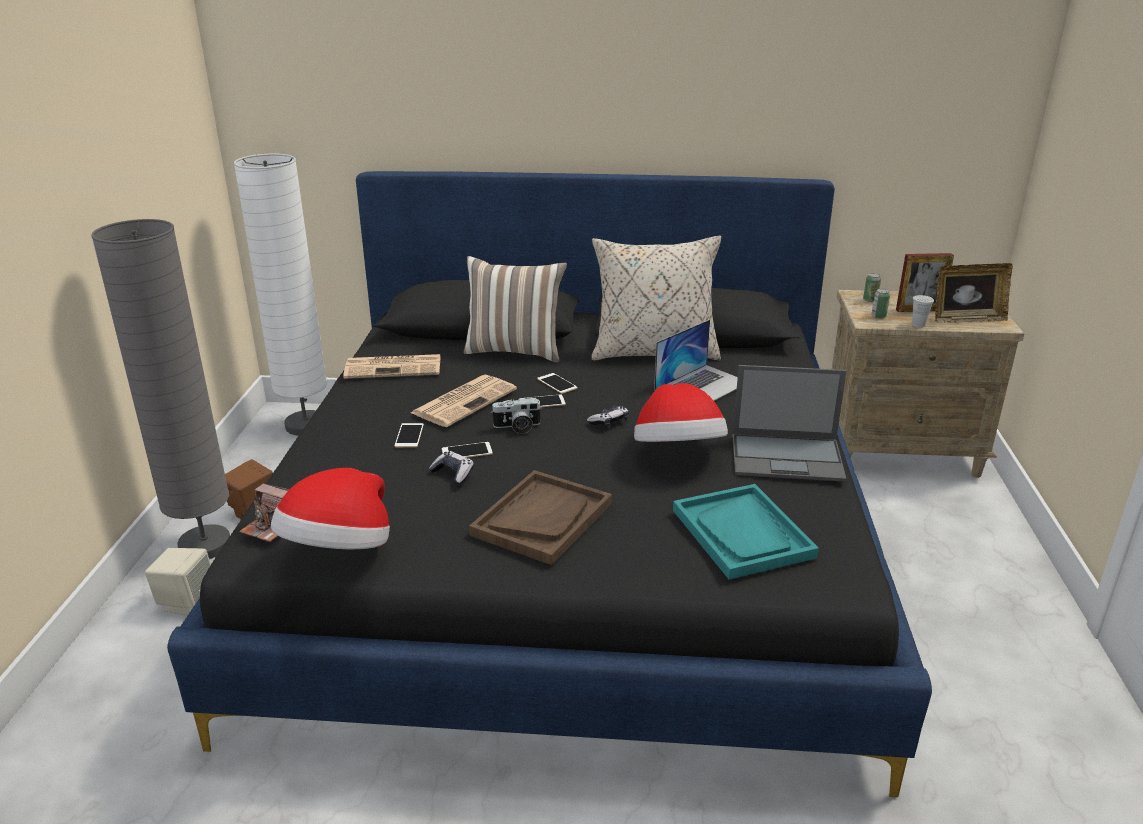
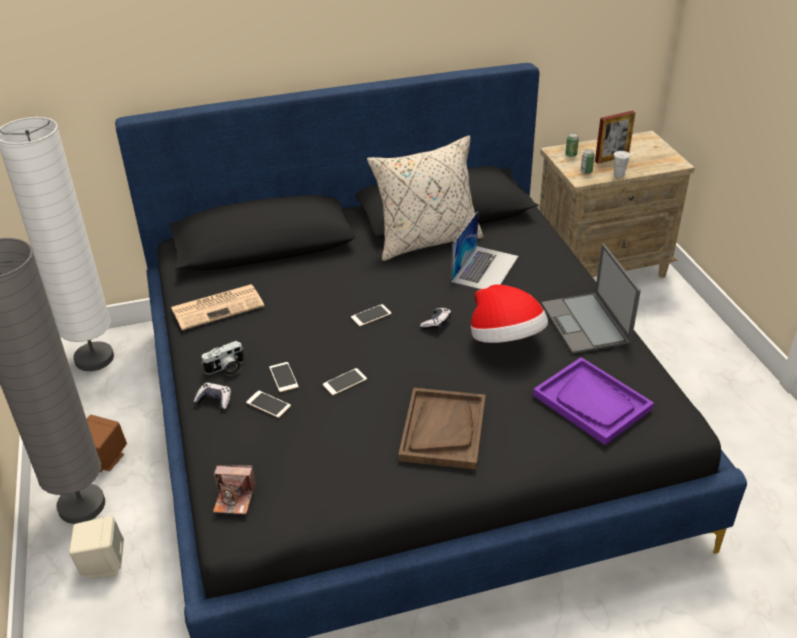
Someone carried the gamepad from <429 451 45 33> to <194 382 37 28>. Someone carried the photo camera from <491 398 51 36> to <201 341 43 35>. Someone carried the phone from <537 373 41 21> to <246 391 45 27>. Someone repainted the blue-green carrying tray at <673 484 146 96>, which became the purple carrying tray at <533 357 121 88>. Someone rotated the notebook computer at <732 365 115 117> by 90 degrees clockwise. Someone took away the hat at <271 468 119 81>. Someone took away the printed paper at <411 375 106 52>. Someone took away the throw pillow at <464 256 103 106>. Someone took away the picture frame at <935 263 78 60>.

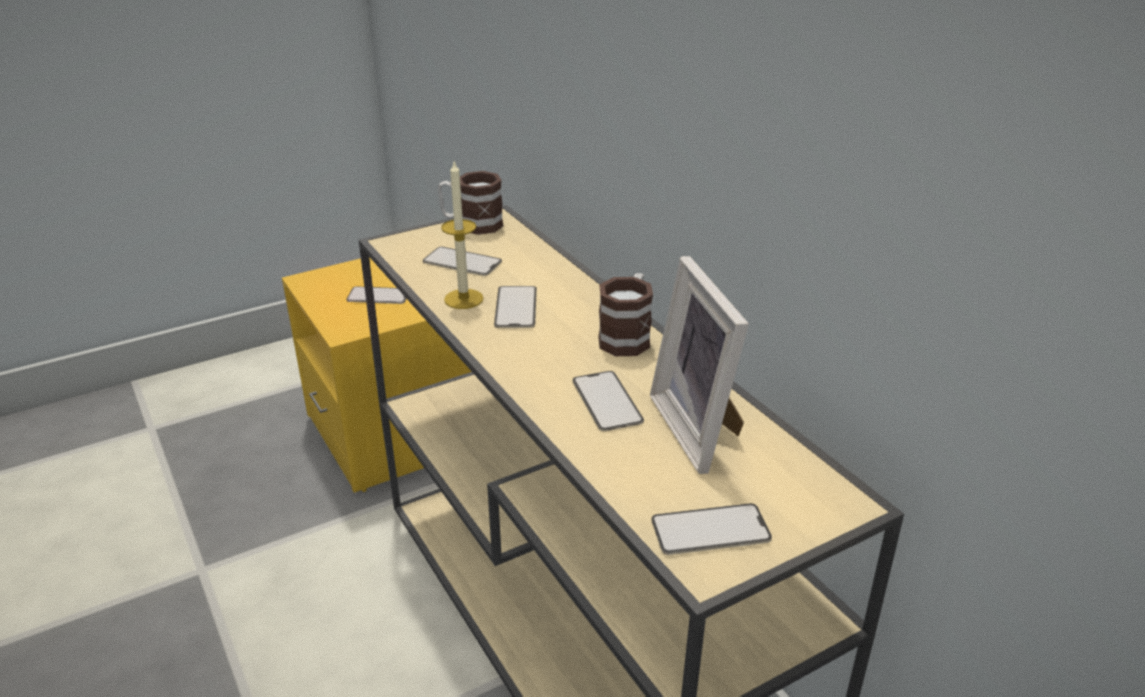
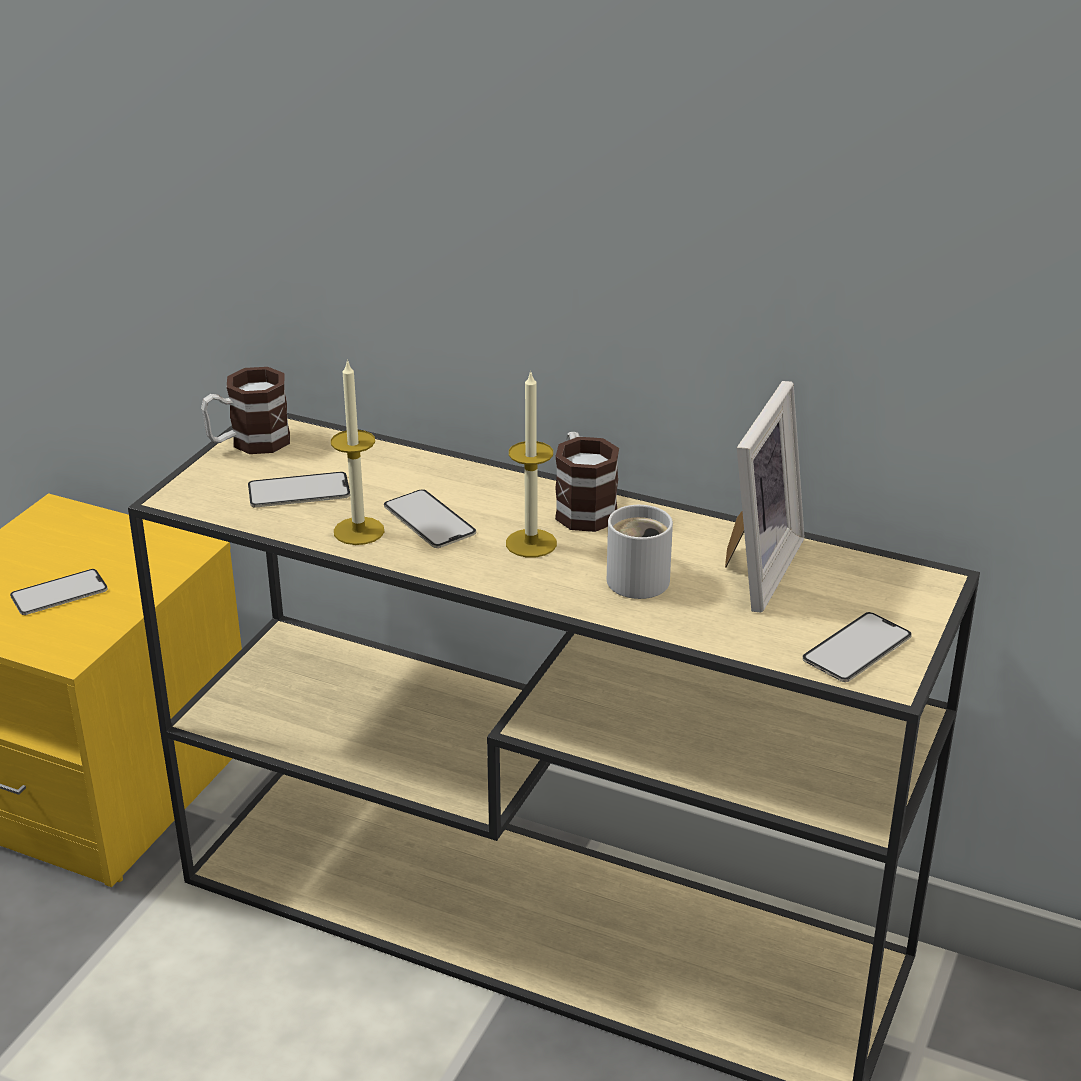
Someone put down the candle at <506 371 51 186>. Someone swapped the phone at <572 371 72 60> for the whitish mug at <607 505 66 94>. Someone rotated the picture frame at <650 256 99 218> by 105 degrees counterclockwise.

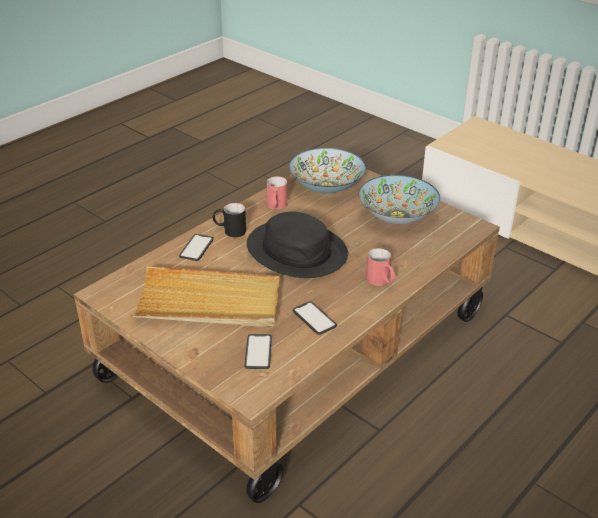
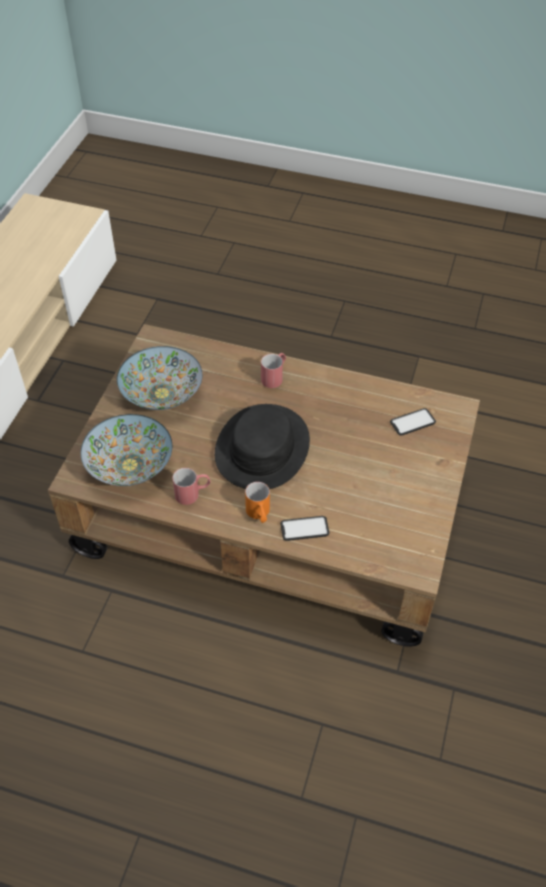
Someone repainted the blackish mug at <213 203 33 34>, which became the orange-coloured mug at <245 482 25 41>. Someone took away the sand-coloured carrying tray at <130 266 150 61>. Someone took away the phone at <293 301 44 34>.

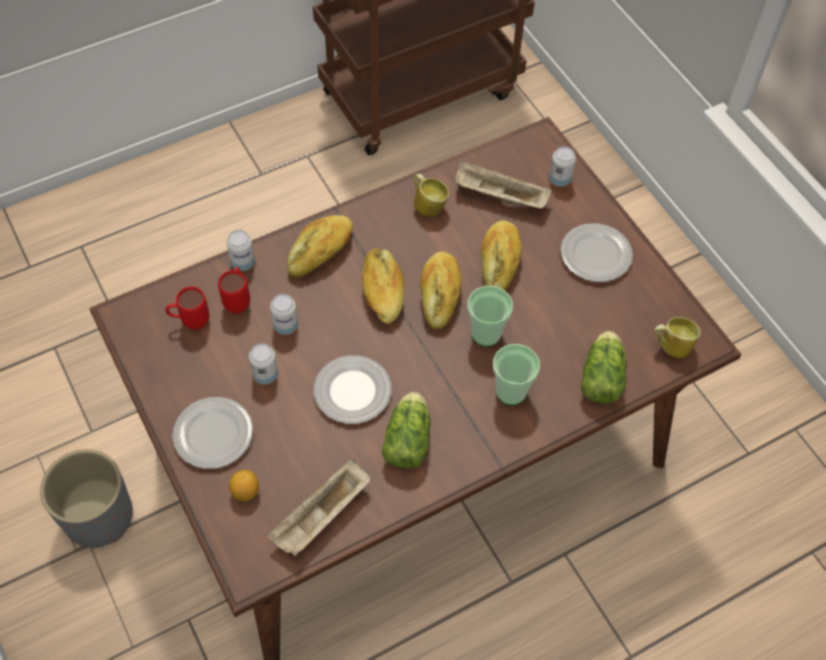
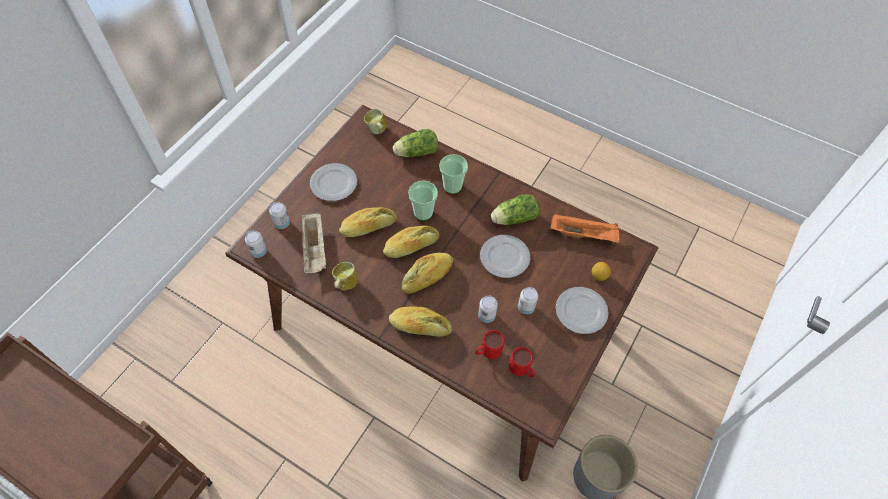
Someone carried the metal can from <227 230 28 41> to <245 230 22 28>. Someone repainted the sand-coloured carrying tray at <268 459 103 97>, which became the orange-coloured carrying tray at <551 214 68 29>.

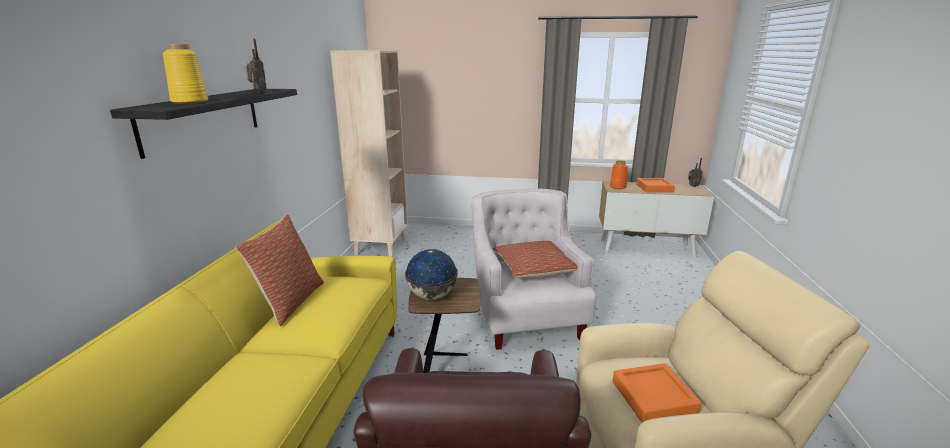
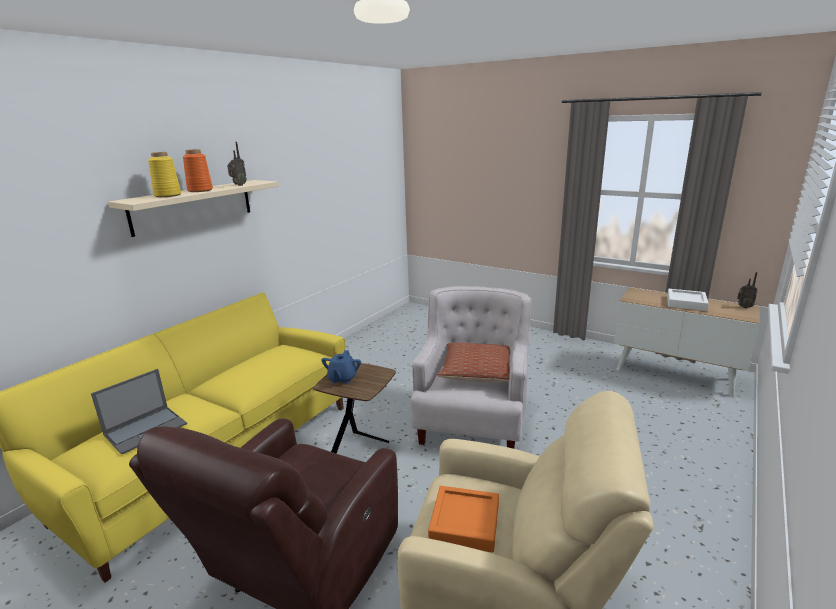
Someone put down the notebook computer at <91 369 96 85>. Someone repainted the blackish shelf at <110 89 187 70>, which became the sand-coloured shelf at <108 180 171 57>. Someone carried the orange-coloured vase from <610 160 18 29> to <183 149 30 43>. Someone swapped the world globe at <405 249 53 51> for the bluish tea pot at <321 350 40 34>. Someone repainted the orange-coloured carrying tray at <636 178 39 14>, which became the whitish carrying tray at <667 289 42 22>. Someone took away the throw pillow at <235 214 89 112>. Someone took away the sand-coloured bookcase at <330 50 77 207>.

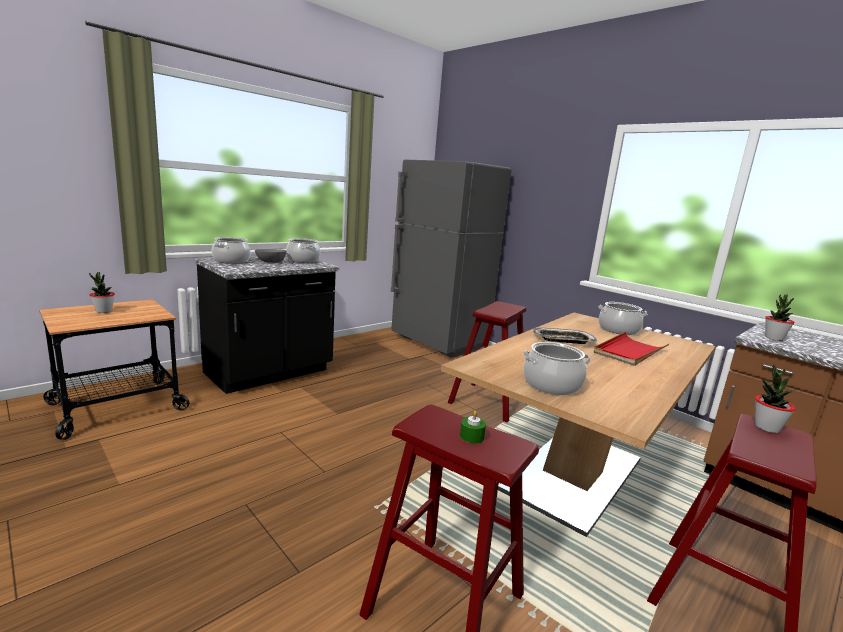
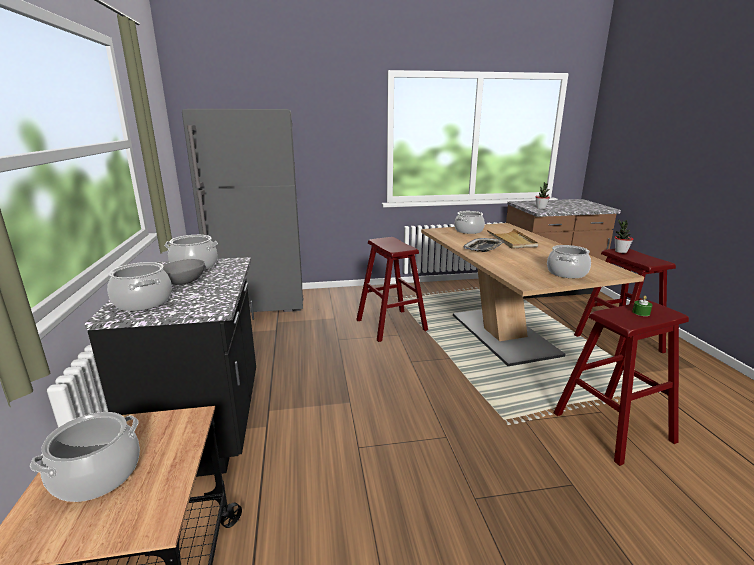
Someone swapped the potted plant at <89 272 26 41> for the saucepot at <30 412 110 90>. Someone repainted the reddish carrying tray at <594 332 75 34>, which became the sand-coloured carrying tray at <487 229 51 20>.

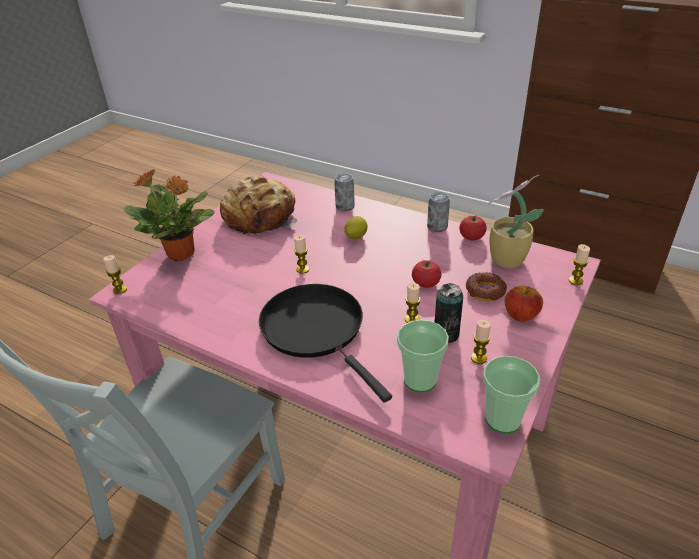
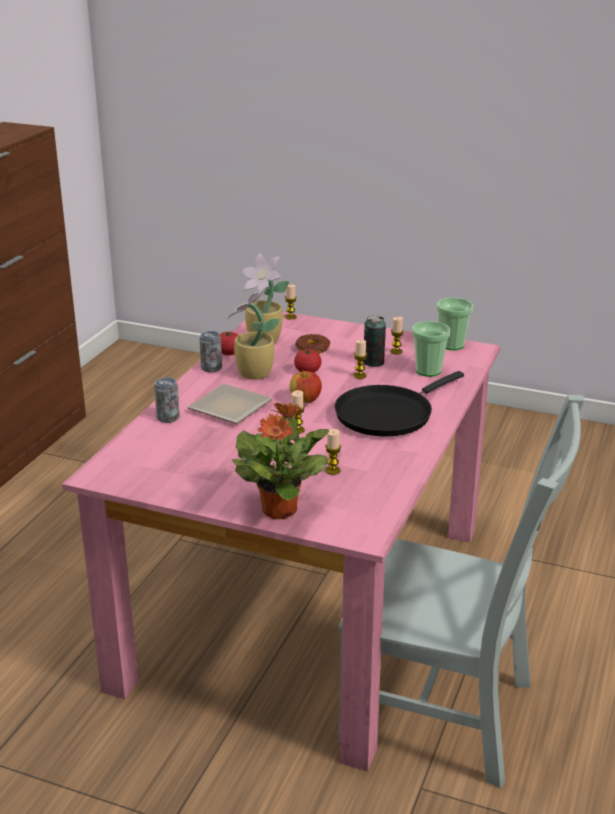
Someone swapped the citrus fruit at <344 216 23 23> for the plate at <187 384 86 40>. Someone put down the potted plant at <228 285 52 95>. Someone carried the apple from <505 286 38 36> to <289 370 33 33>. Someone carried the candle from <103 255 24 39> to <325 429 16 46>. Someone took away the bakery bread at <220 174 77 60>.

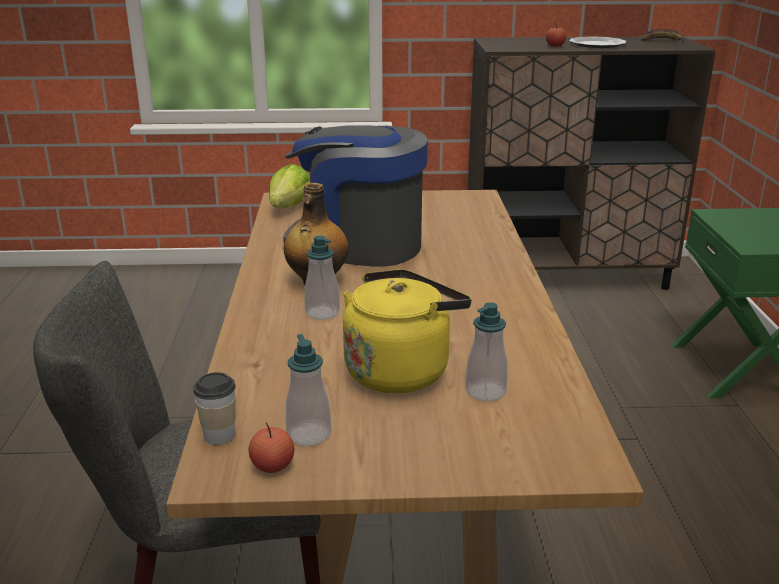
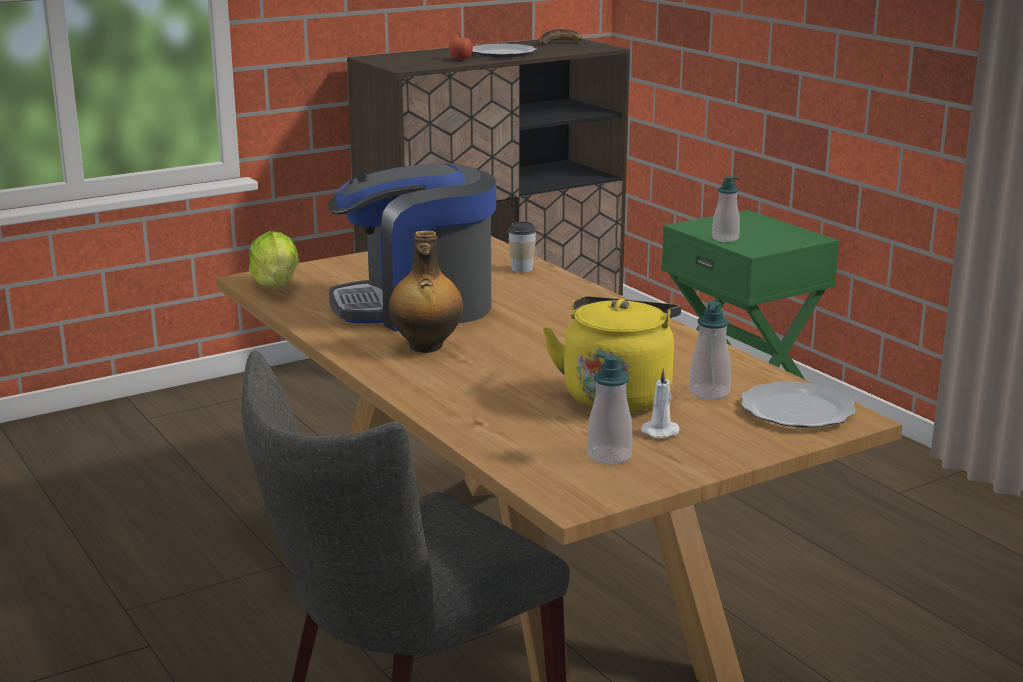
Someone carried the cup from <193 372 43 73> to <508 222 29 50>. Someone put down the whitish candle at <641 368 39 70>. Someone carried the soap dispenser from <304 236 36 84> to <712 176 28 66>. Someone put down the plate at <741 381 115 47>. Someone took away the apple at <249 422 45 51>.

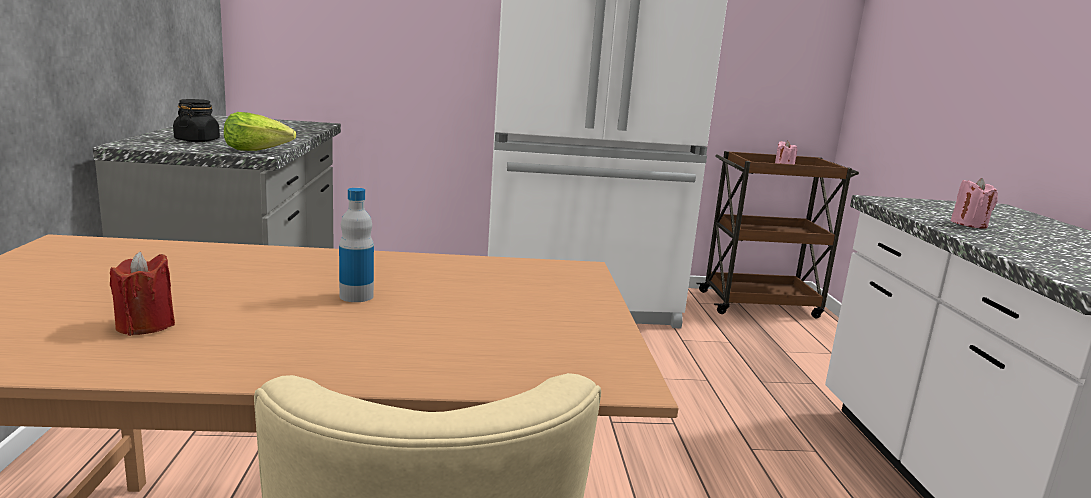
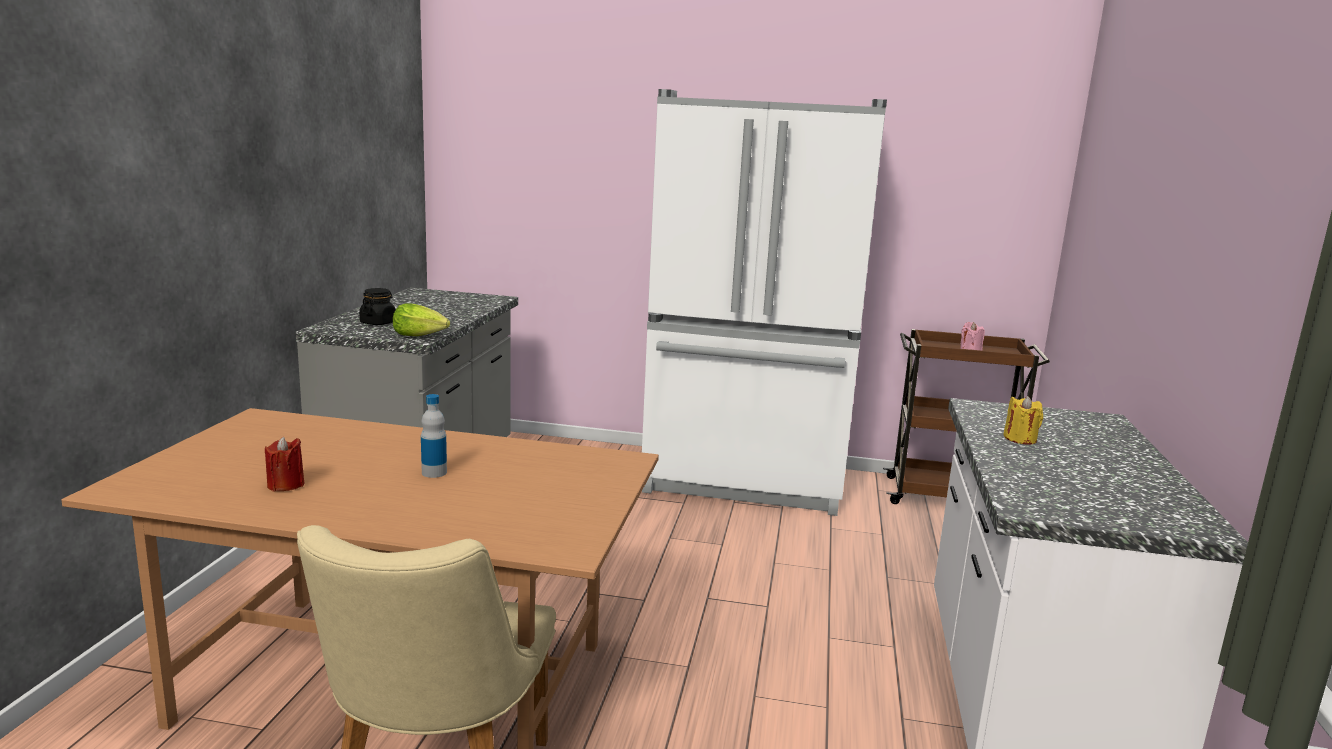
Someone repainted the pinkish candle at <951 178 47 51>, which became the yellow-coloured candle at <1003 396 40 49>.

